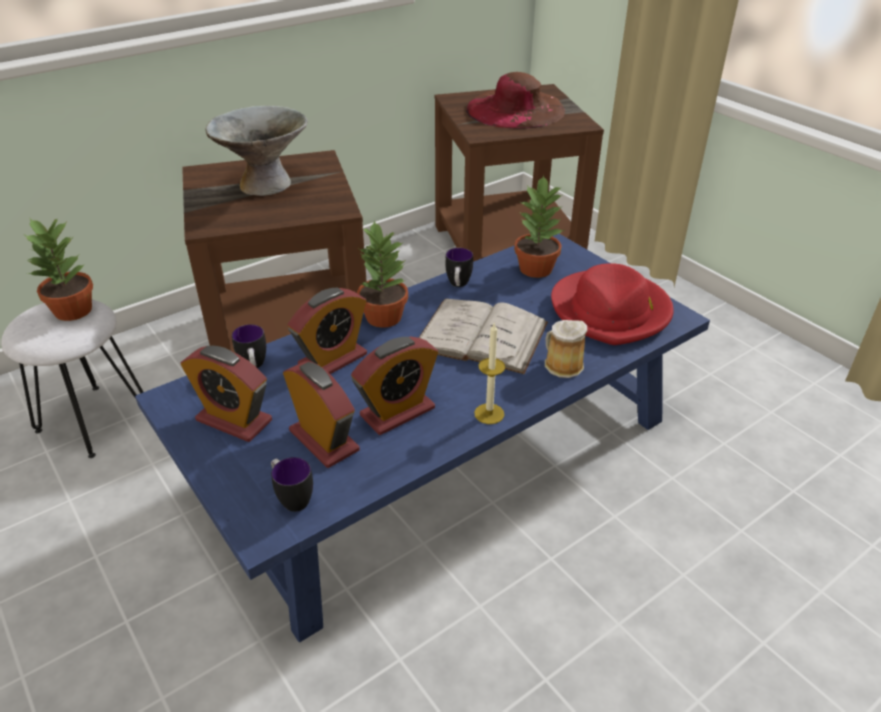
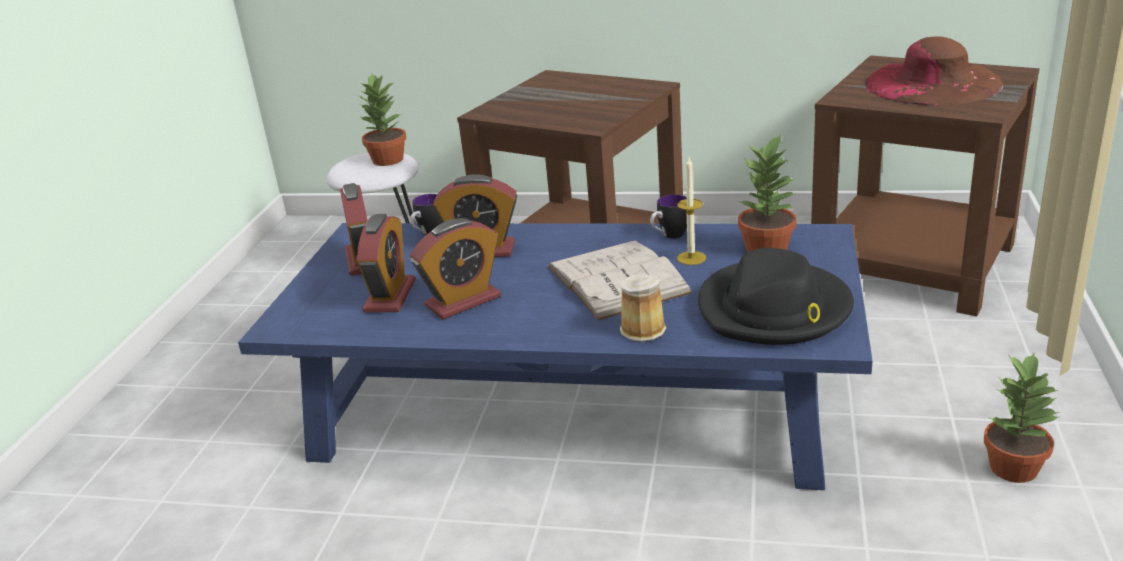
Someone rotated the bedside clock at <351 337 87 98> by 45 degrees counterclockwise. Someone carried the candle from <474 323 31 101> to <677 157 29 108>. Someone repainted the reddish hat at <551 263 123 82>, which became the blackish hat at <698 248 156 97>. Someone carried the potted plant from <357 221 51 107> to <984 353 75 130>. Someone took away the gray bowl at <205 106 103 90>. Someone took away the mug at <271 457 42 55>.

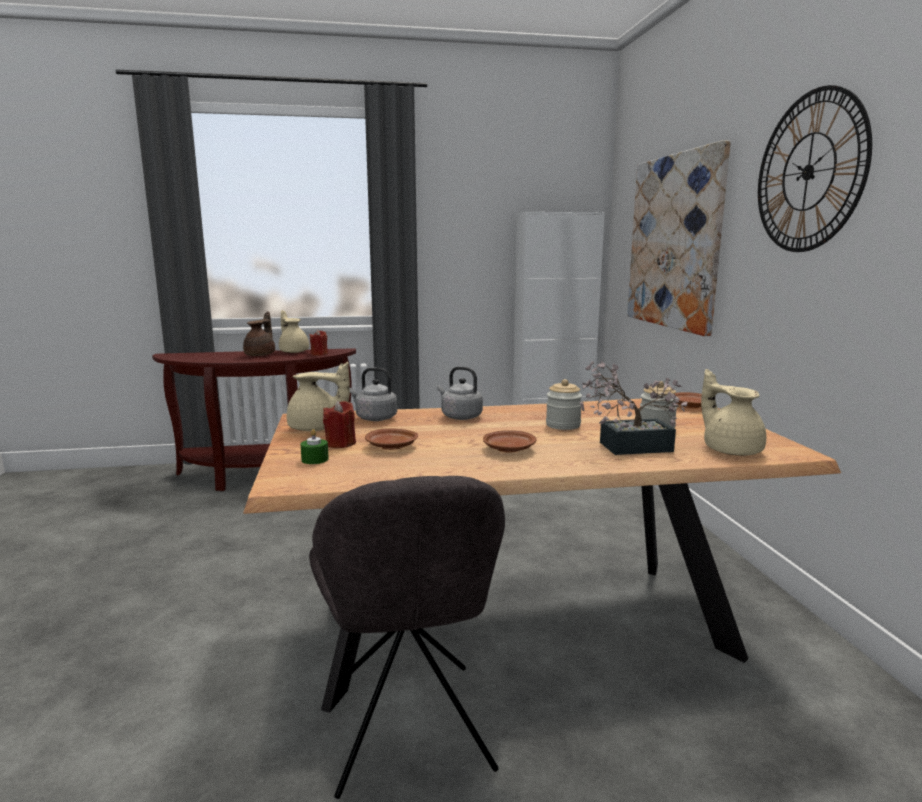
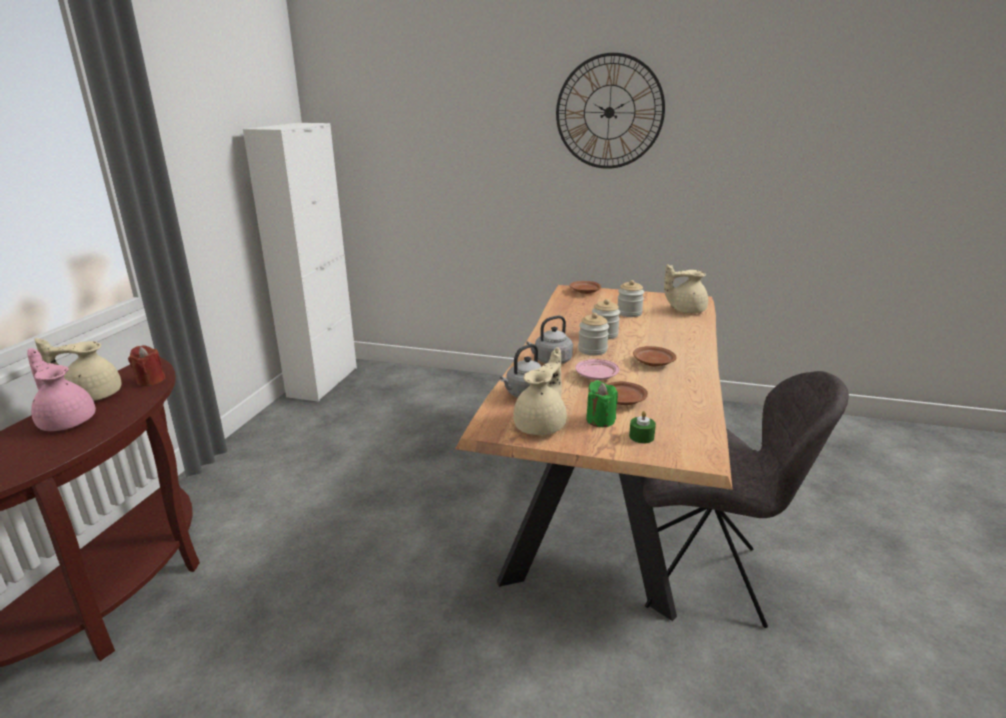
Someone repainted the brown-coloured tea pot at <243 311 32 45>, which became the pinkish tea pot at <27 348 69 83>. Someone put down the pinkish plate at <575 359 45 21>. Someone put down the preserve jar at <578 313 31 43>. Someone repainted the reddish candle at <323 401 33 47>, which became the green-coloured candle at <586 380 32 47>. Someone took away the potted plant at <580 361 107 94>. Someone took away the picture at <627 140 104 196>.

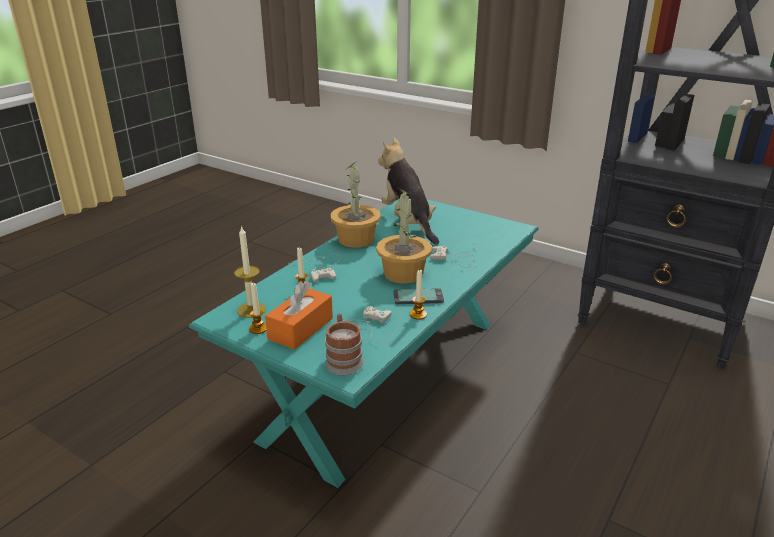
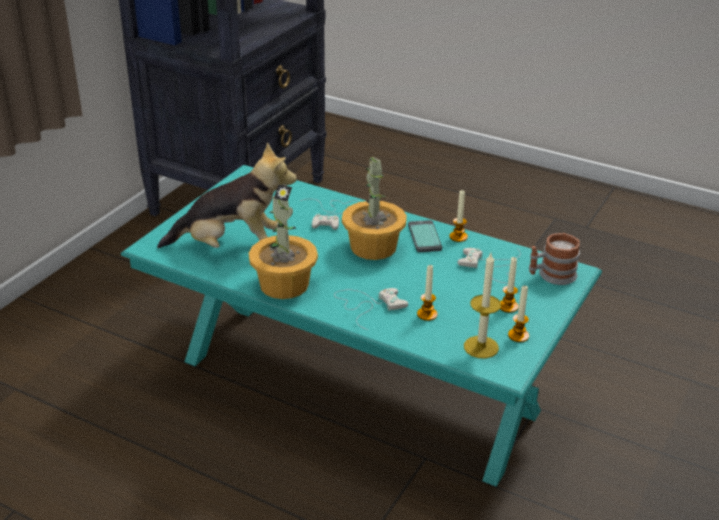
Someone rotated the soft toy at <378 138 61 107> by 150 degrees counterclockwise. Someone swapped the orange-coloured box of tissues at <265 280 68 70> for the candle at <500 257 19 56>.

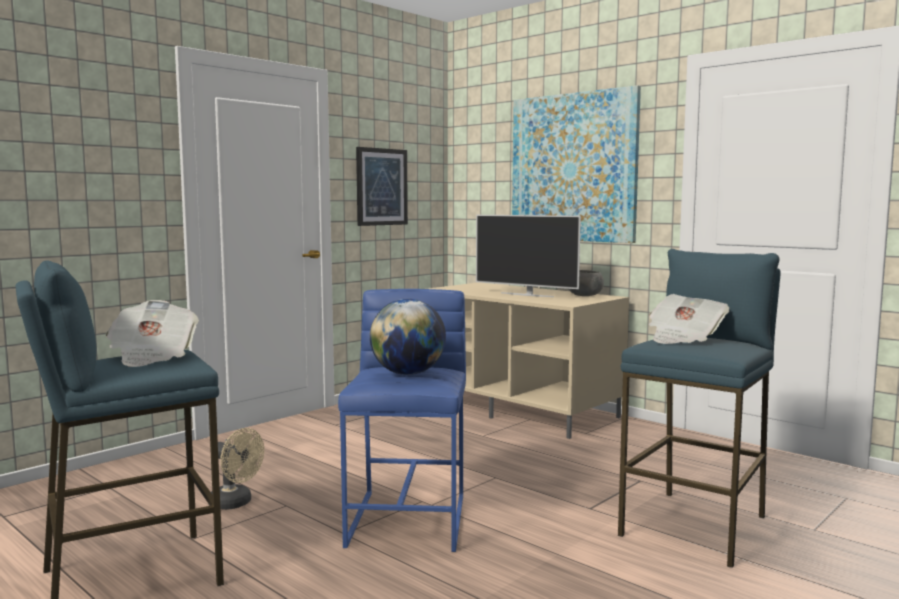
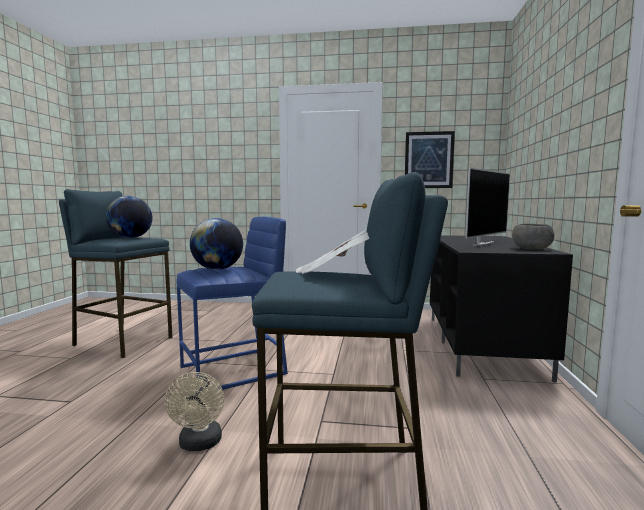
Someone swapped the printed paper at <106 300 93 67> for the world globe at <106 196 46 42>. Someone carried the sand-coloured cooling fan from <209 428 55 82> to <165 372 59 79>. Someone repainted the sand-coloured media console at <428 282 201 157>, which became the blackish media console at <430 235 143 147>. Someone rotated the TV at <476 215 105 82> by 135 degrees counterclockwise. Someone took away the picture at <512 85 129 158>.

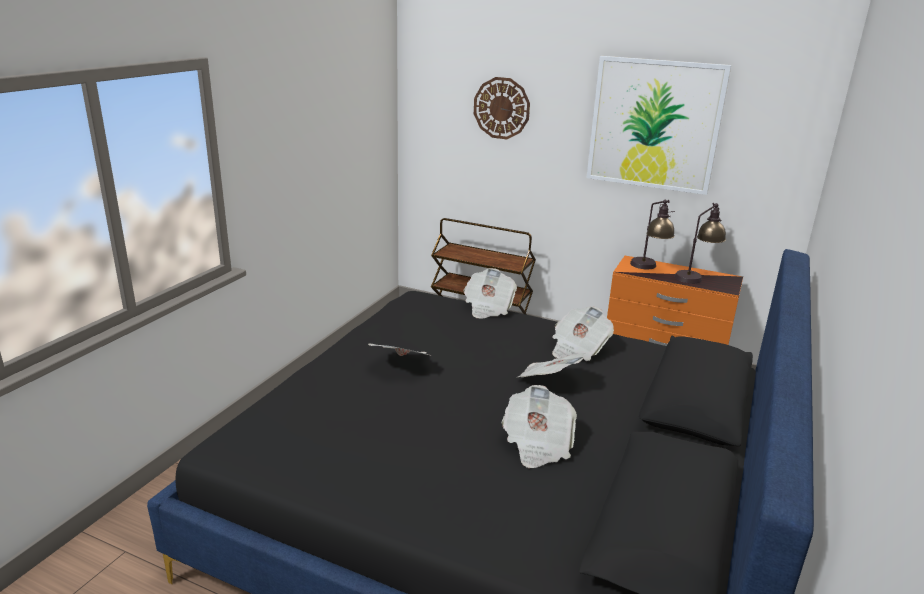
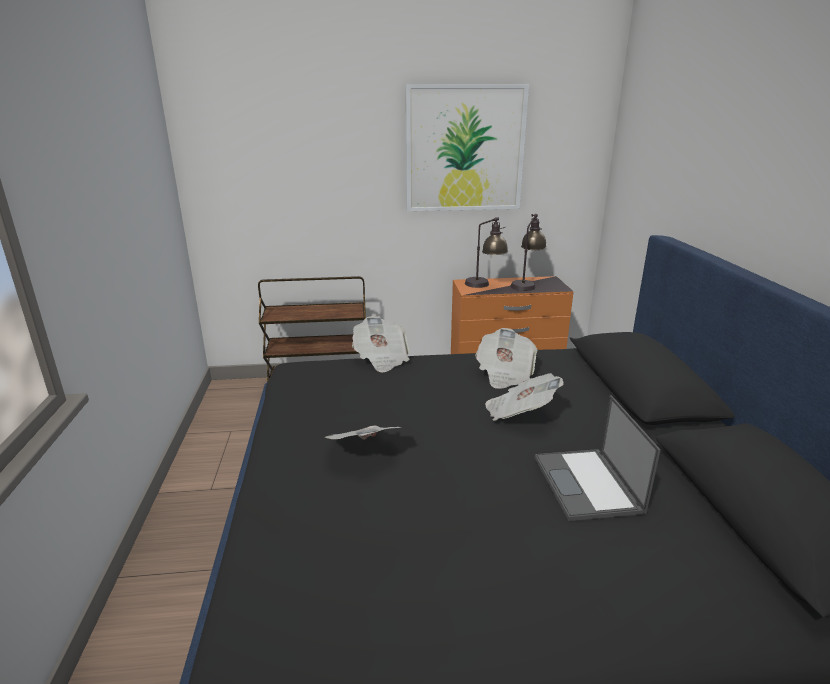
Someone swapped the printed paper at <502 385 75 83> for the notebook computer at <535 395 126 126>. Someone took away the clock on the wall at <474 77 56 62>.

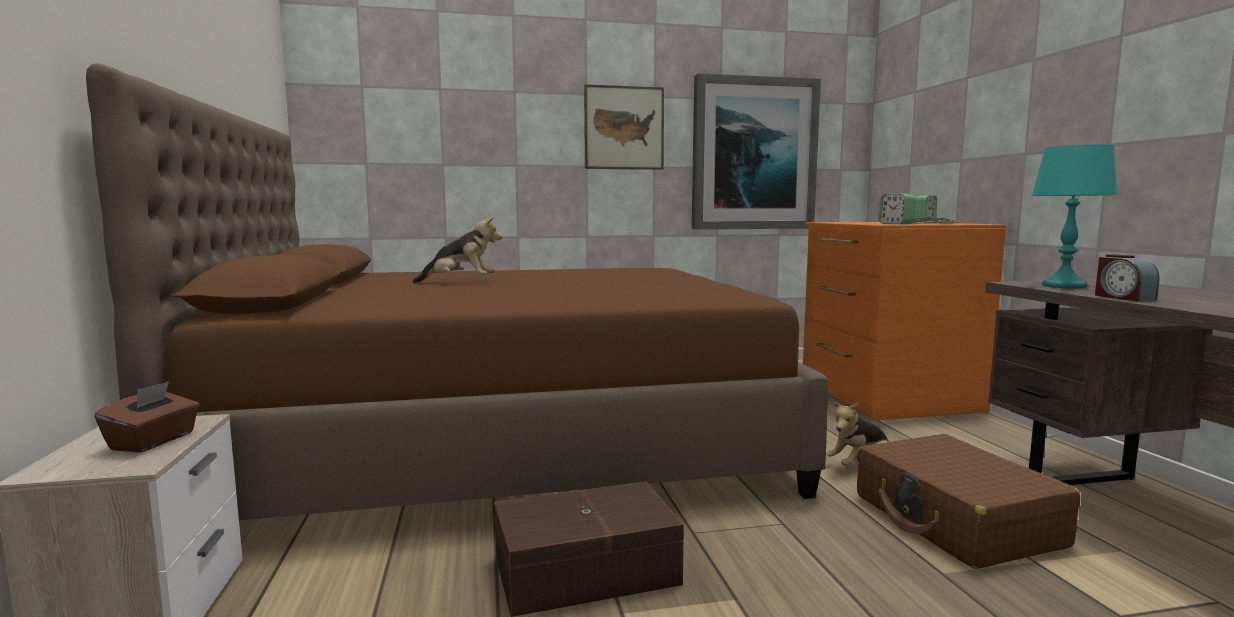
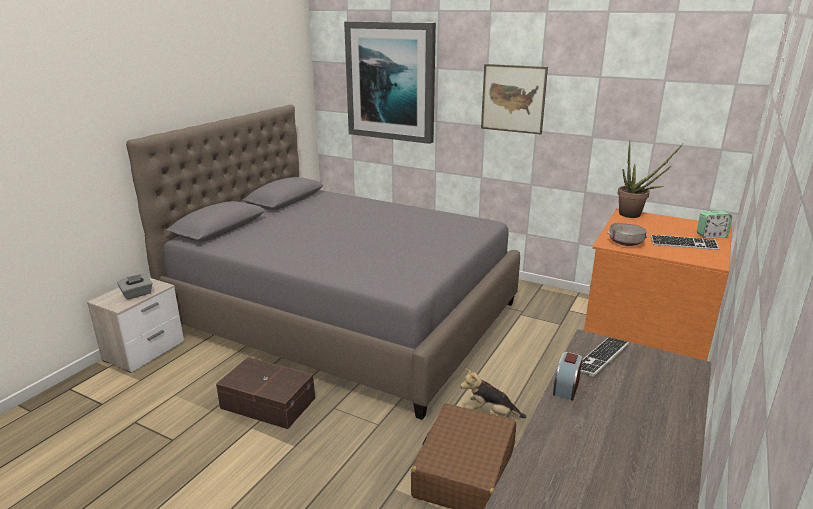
Someone repainted the brown-coloured box of tissues at <94 381 106 72>, which became the gray box of tissues at <117 274 36 26>. Someone repainted the brown-coloured bedroom bed at <86 63 742 457>, which became the gray bedroom bed at <126 105 394 315>. Someone carried the picture from <692 74 129 155> to <344 21 92 123>. Someone swapped the blue-green table lamp at <1032 144 86 145> for the keyboard at <581 337 48 40>. Someone swapped the bedside clock at <879 194 37 30> for the gray bowl at <607 223 40 23>. Someone put down the potted plant at <617 143 67 75>. Someone took away the soft toy at <412 215 90 68>.

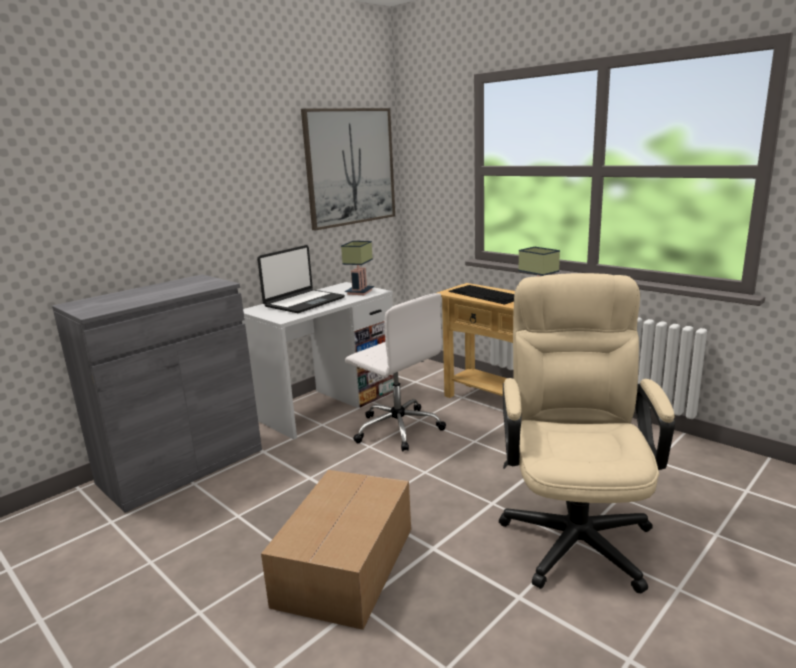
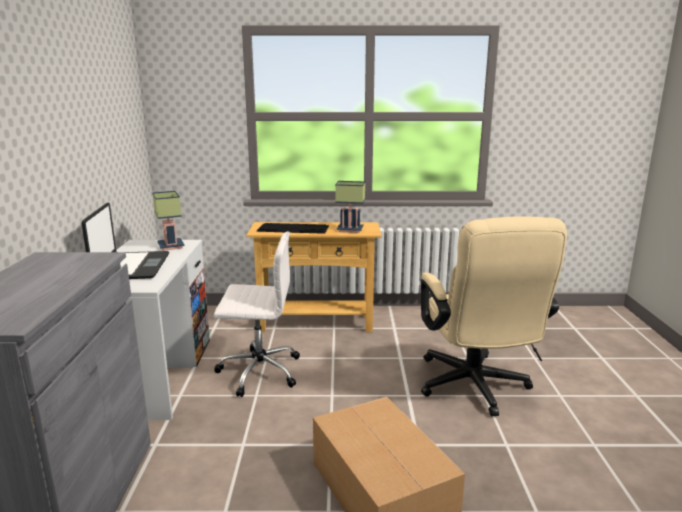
Someone rotated the sand-coloured desk chair at <499 273 176 321> by 150 degrees counterclockwise. Someone took away the picture at <301 108 94 123>.

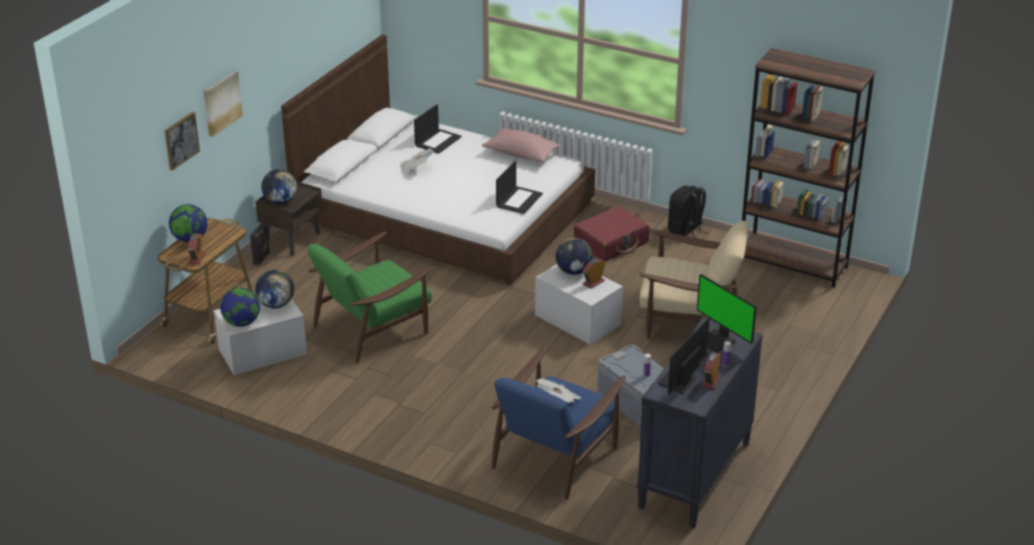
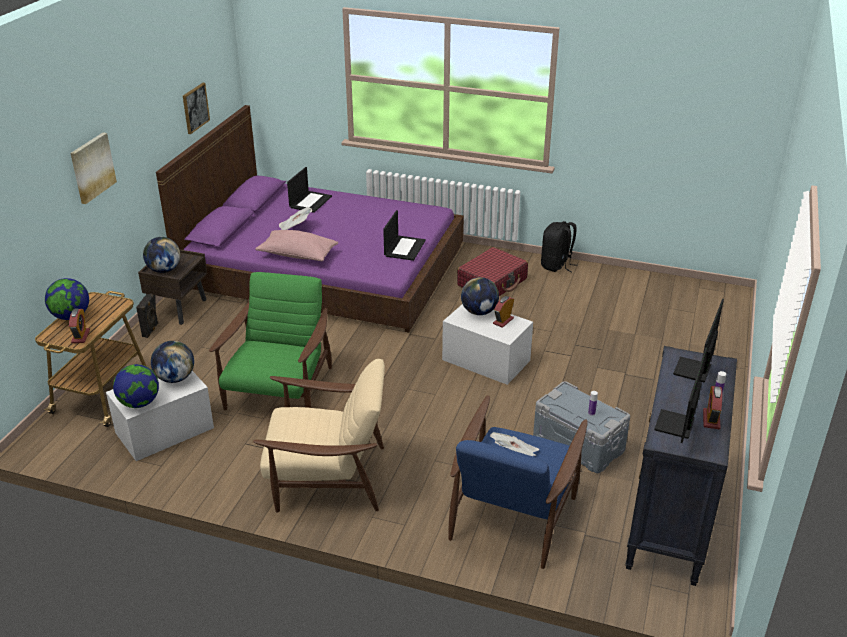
Someone repainted the whitish bedroom bed at <281 35 314 251>, which became the purple bedroom bed at <156 105 308 228>. Someone carried the picture from <165 112 35 58> to <183 83 27 51>. Someone rotated the green-coloured easy chair at <307 232 127 132> by 150 degrees clockwise. Someone carried the sand-coloured easy chair from <639 221 109 117> to <253 359 132 153>. Someone carried the pinkish throw pillow from <482 129 79 33> to <255 230 83 31>. Someone rotated the monitor at <697 274 60 79> by 75 degrees clockwise. Someone took away the brown-coloured bookcase at <742 48 133 239>.

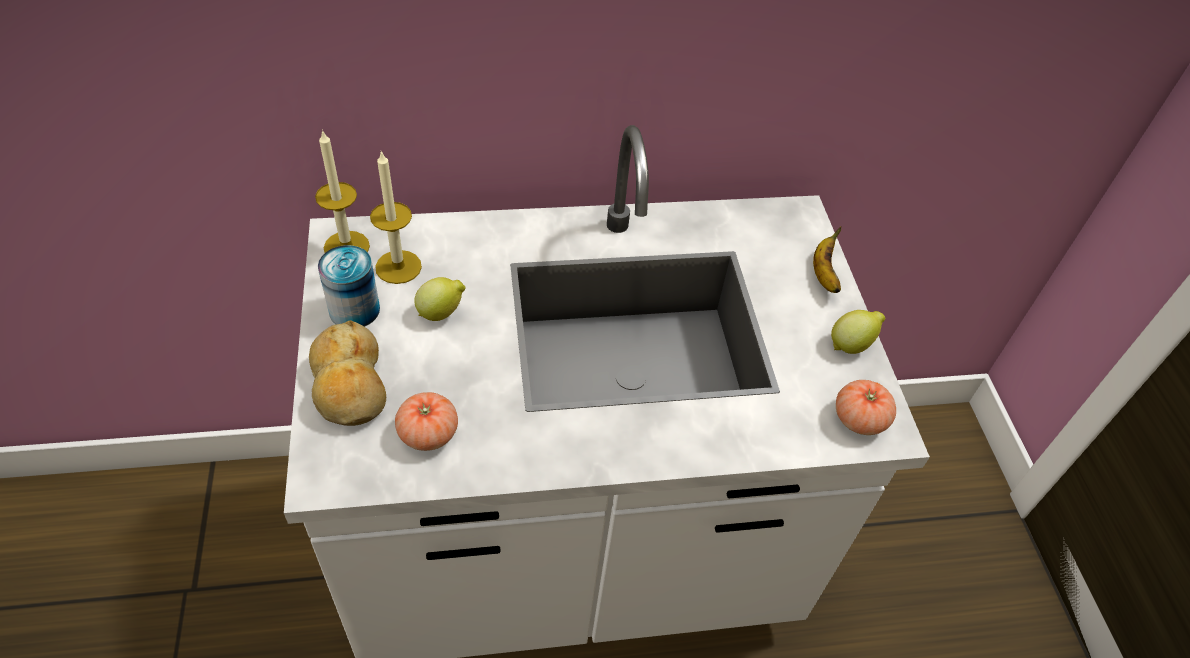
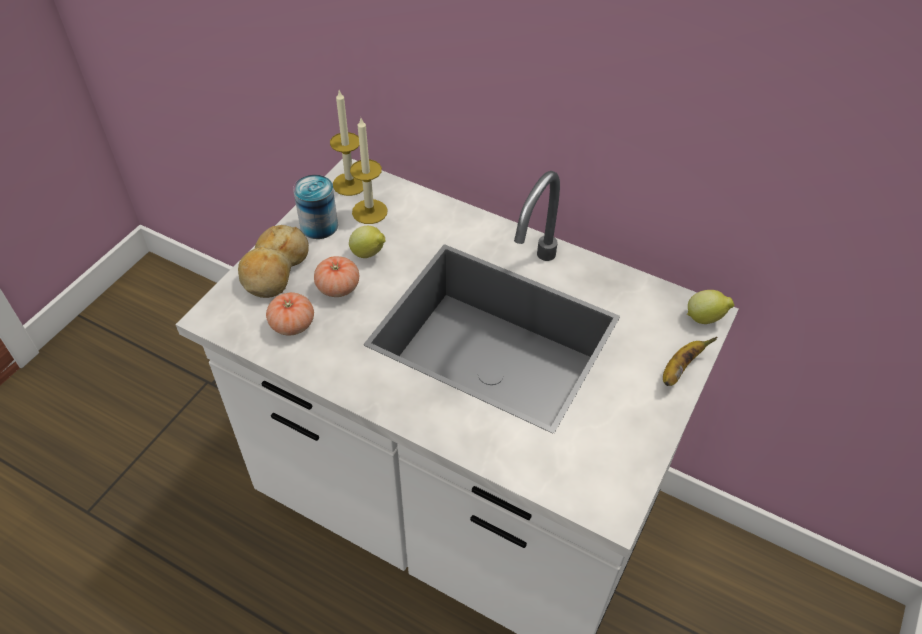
Someone carried the fresh tomato from <836 380 60 55> to <314 256 45 41>. Someone carried the citrus fruit from <831 310 55 44> to <687 290 47 34>.

